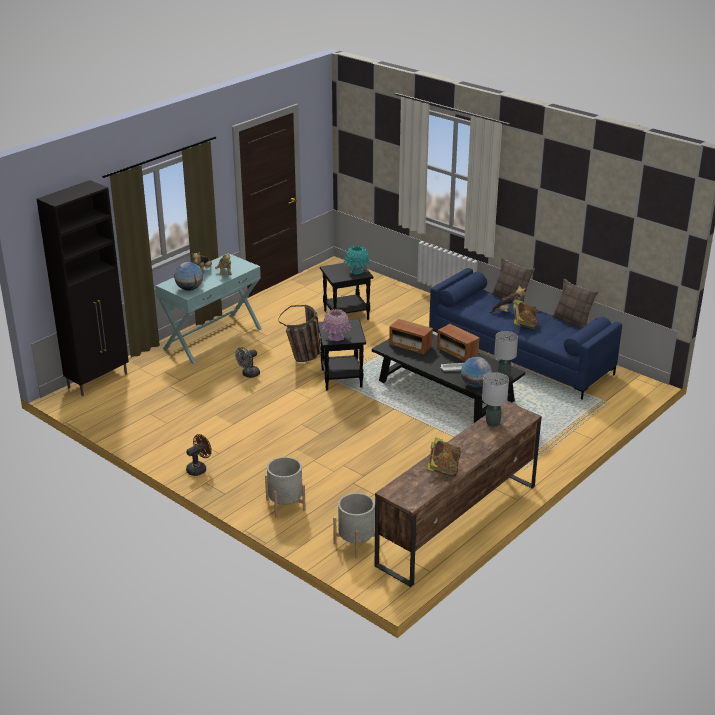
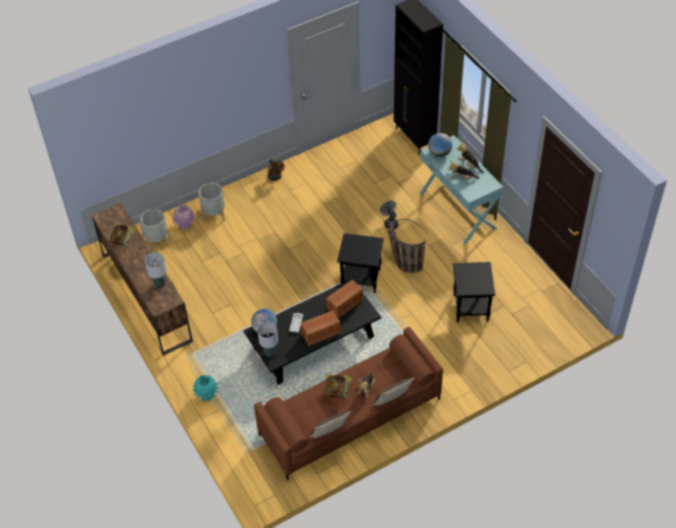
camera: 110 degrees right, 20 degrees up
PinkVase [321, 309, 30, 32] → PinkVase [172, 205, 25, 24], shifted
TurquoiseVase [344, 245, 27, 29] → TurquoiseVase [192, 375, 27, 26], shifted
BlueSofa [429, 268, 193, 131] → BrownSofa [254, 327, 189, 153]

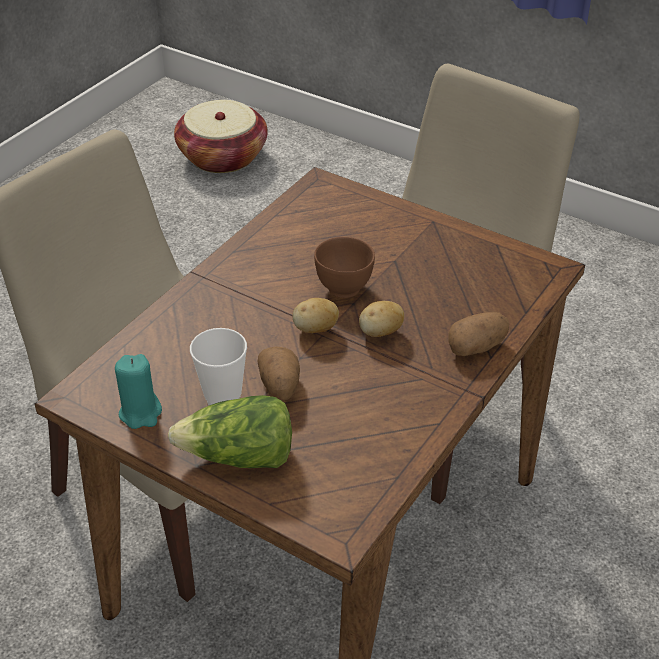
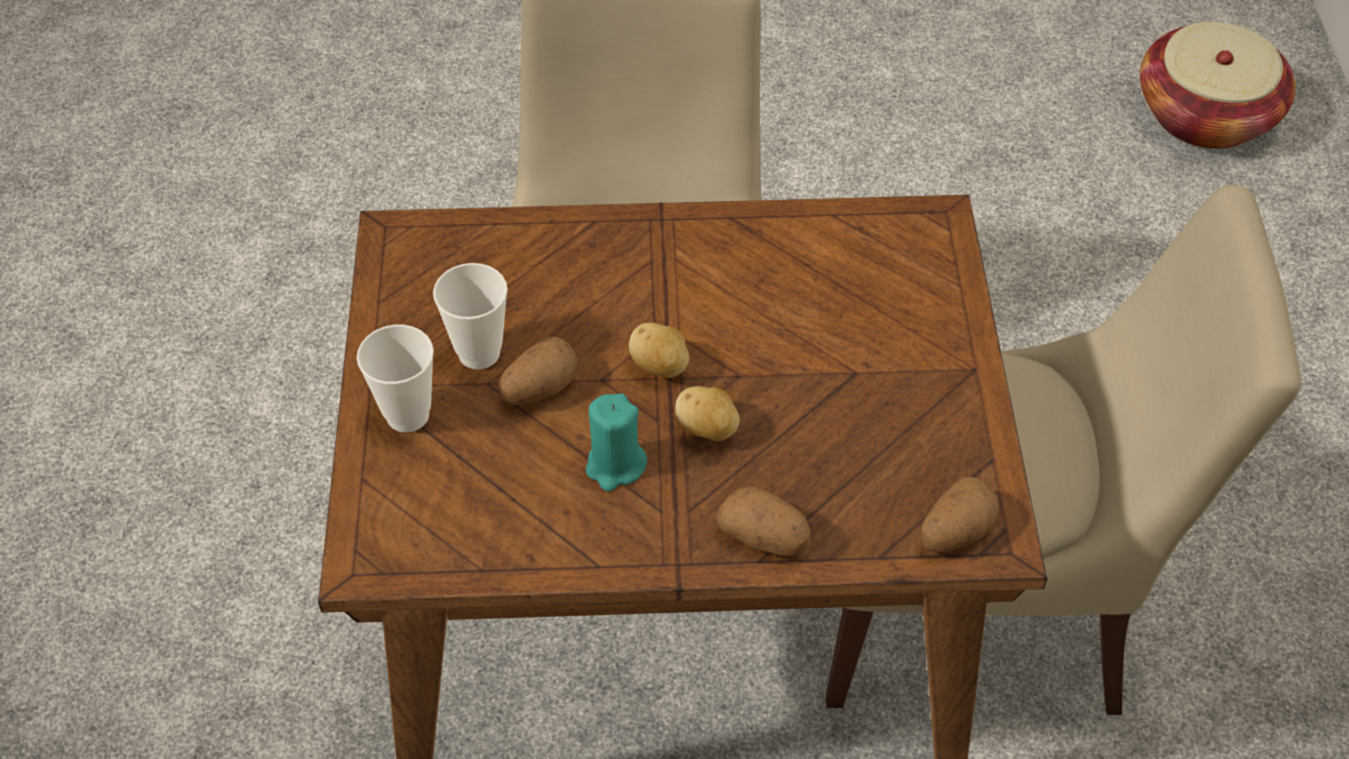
camera: 55 degrees right, 10 degrees up
TurquoiseCandle [115, 354, 47, 75] → TurquoiseCandle [586, 393, 61, 98], shifted
Lettuce [168, 395, 124, 73] → Cup [357, 325, 77, 107]
BrownBowl [314, 237, 61, 61] → -
- → Potato [920, 477, 80, 76]

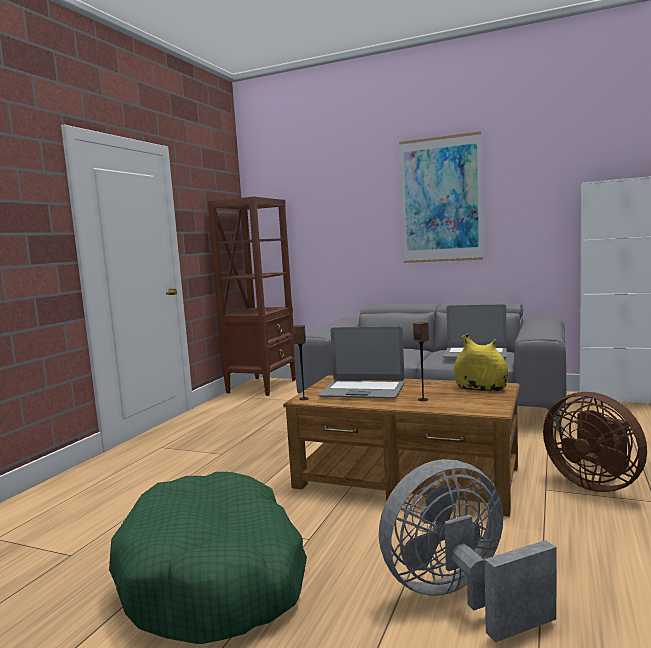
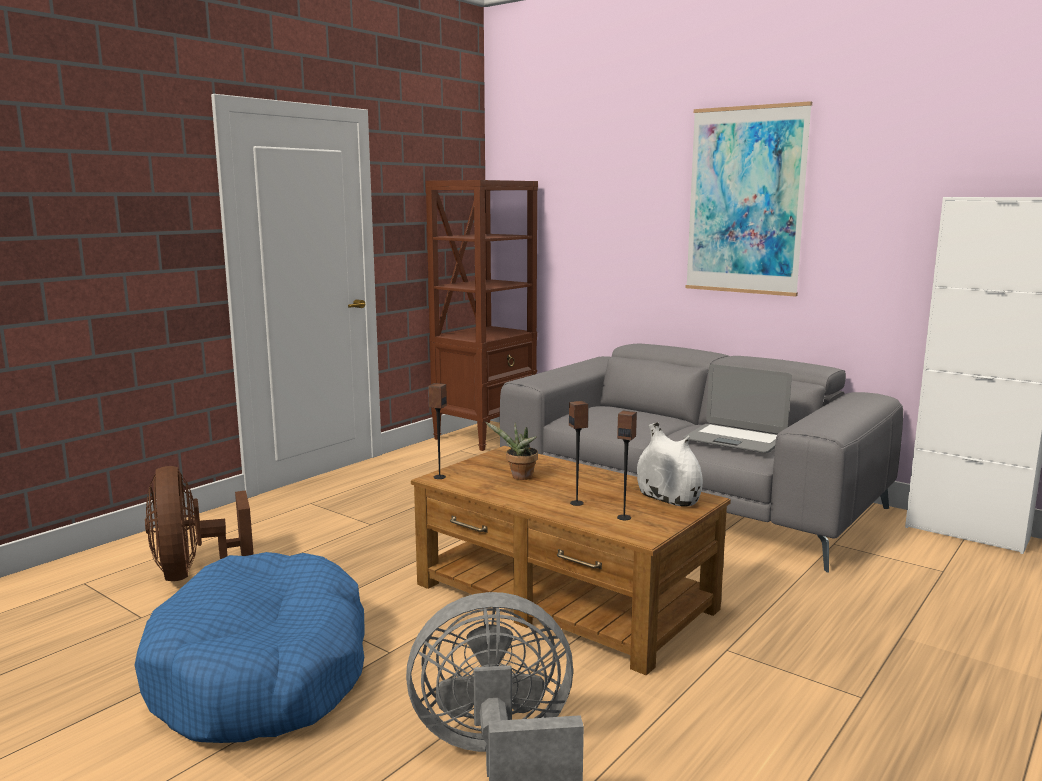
camera: 15 degrees right, 5 degrees up
GreenDogBed [109, 472, 198, 172] → BlueDogBed [135, 552, 230, 191]
Laptop [319, 327, 85, 72] → PottedPlant [485, 422, 53, 58]
YellowVase [454, 334, 54, 57] → WhiteVase [637, 422, 66, 85]
BrownFan [543, 392, 104, 100] → BrownFan [145, 466, 109, 115], shifted
- → Speaker [617, 411, 20, 109]

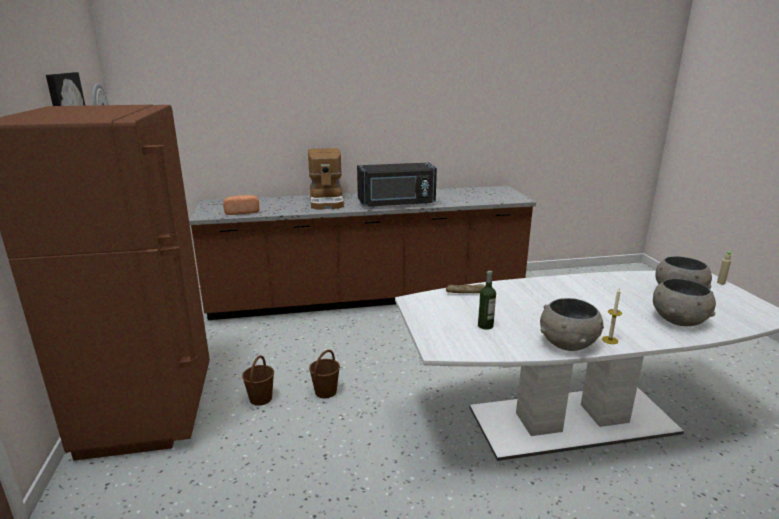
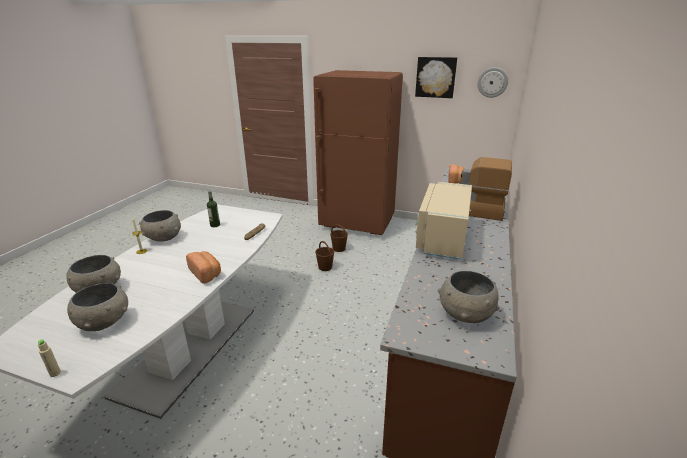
camera: 120 degrees right, 5 degrees up
BlackMicrowave [357, 162, 80, 46] → BeigeMicrowave [415, 182, 57, 78]
- → Bread [186, 251, 35, 33]
- → GreyBowl [438, 271, 62, 52]

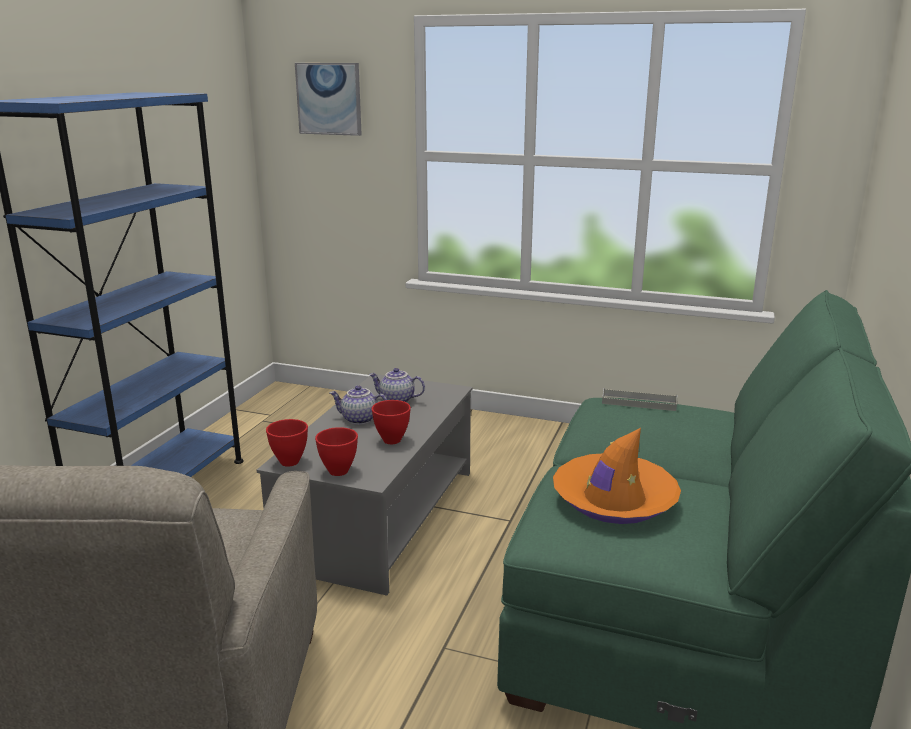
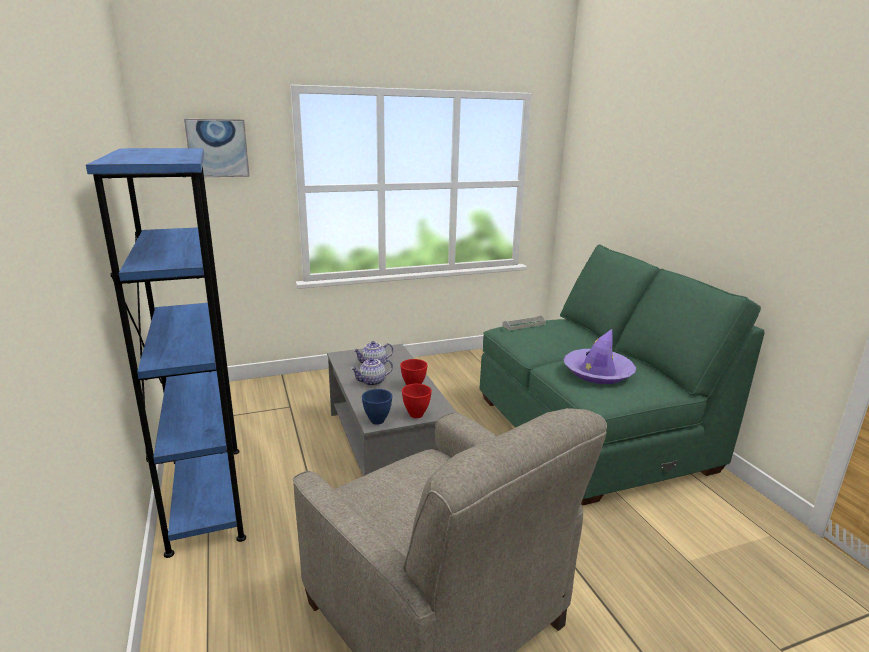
camera: 40 degrees left, 0 degrees up
RedBowl [266, 419, 42, 48] → BlueBowl [362, 389, 30, 35]
OrangeHat [553, 428, 128, 96] → PurpleHat [563, 329, 73, 55]

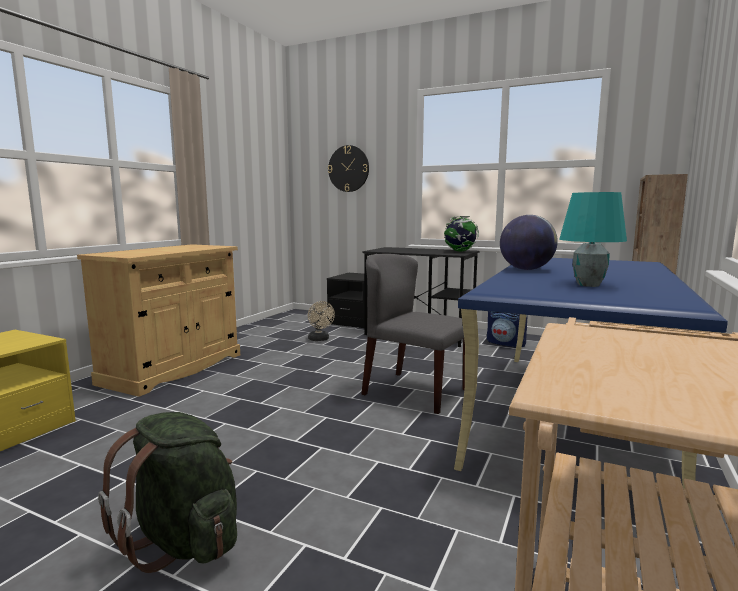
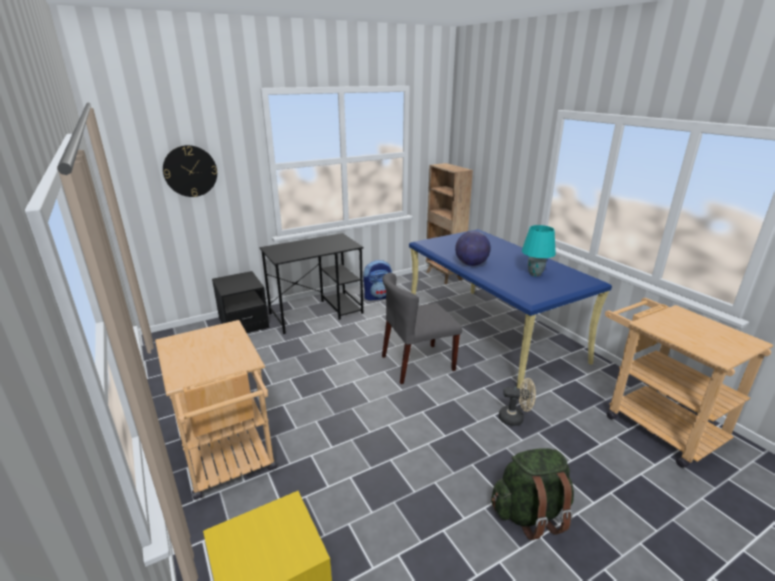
camera: 55 degrees left, 15 degrees up
BeigeCabinet [77, 244, 163, 153] → BeigeCart [155, 320, 122, 180]
BeigeFan [308, 301, 27, 40] → BeigeFan [499, 378, 37, 48], shifted
Globe [444, 216, 35, 35] → -

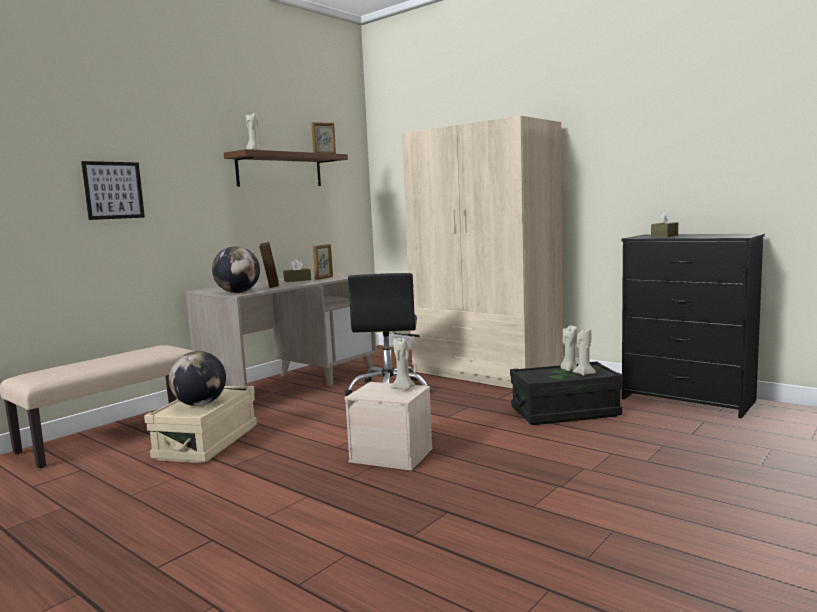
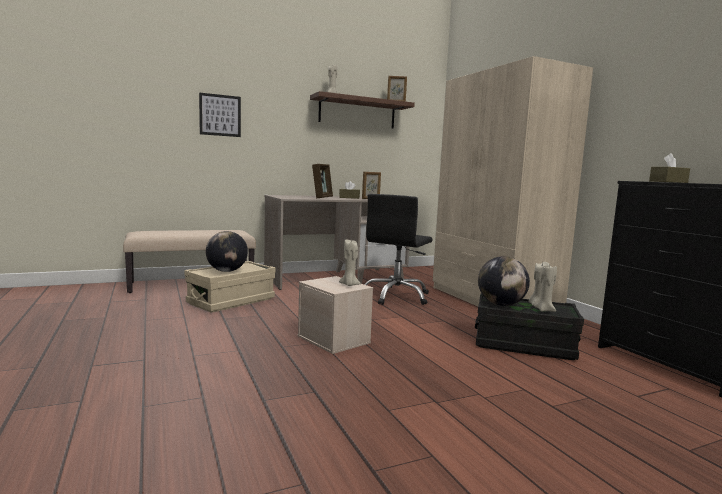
camera: 25 degrees right, 0 degrees up
Globe [212, 246, 48, 47] → Globe [478, 256, 52, 50], shifted

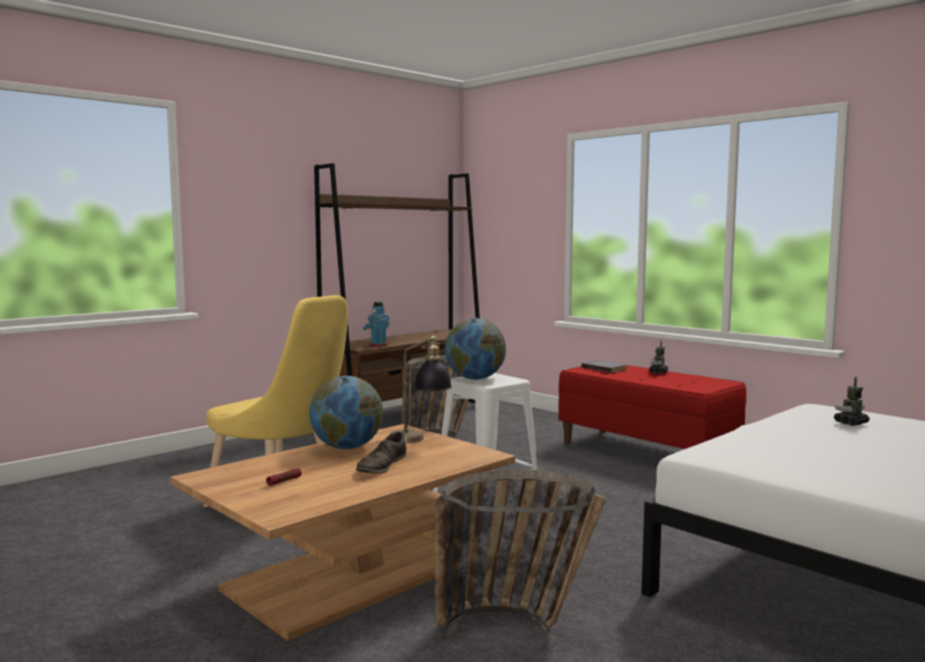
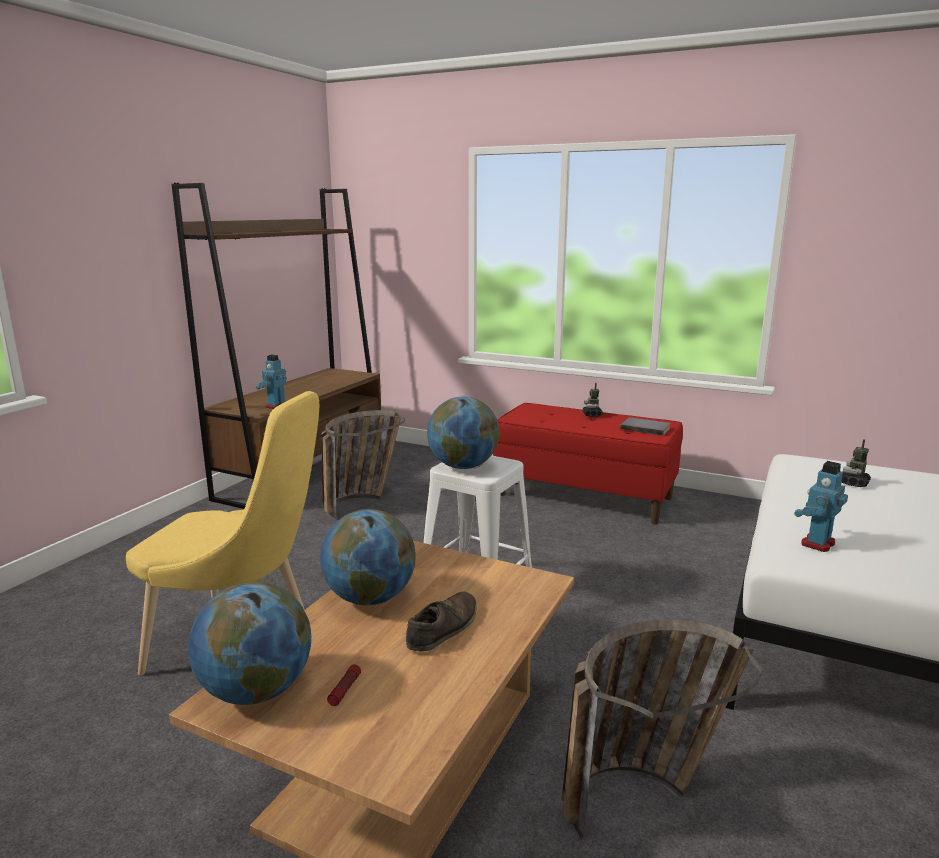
camera: 20 degrees left, 10 degrees up
BrownShoe [356, 432, 50, 42] → BrownShoe [406, 591, 71, 60], 150 degrees counterclockwise
TableLamp [389, 336, 63, 108] → -
GreyBook [581, 360, 46, 13] → GreyBook [620, 417, 51, 19], shifted
- → Globe [188, 582, 123, 123]
- → ToyRobot [794, 461, 54, 91]

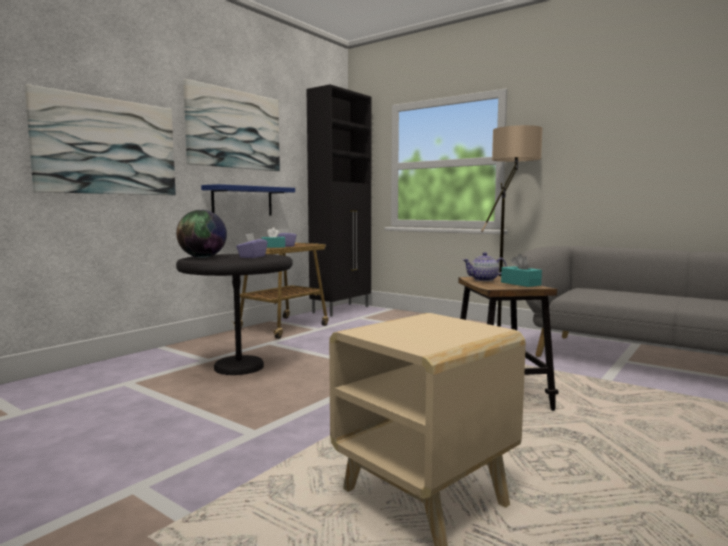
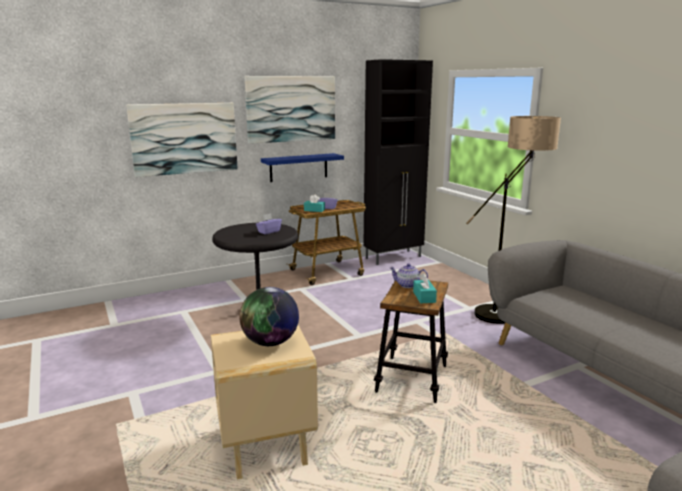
camera: 25 degrees right, 10 degrees up
Globe [176, 210, 51, 48] → Globe [239, 287, 60, 59], shifted

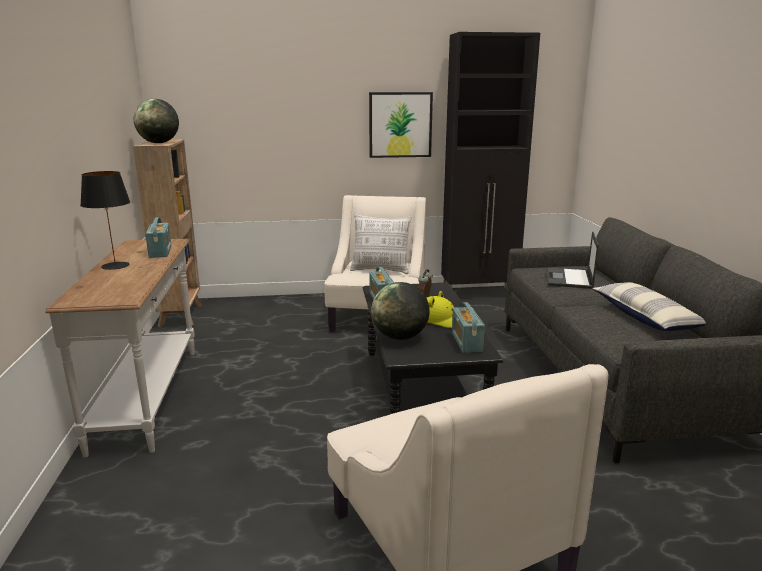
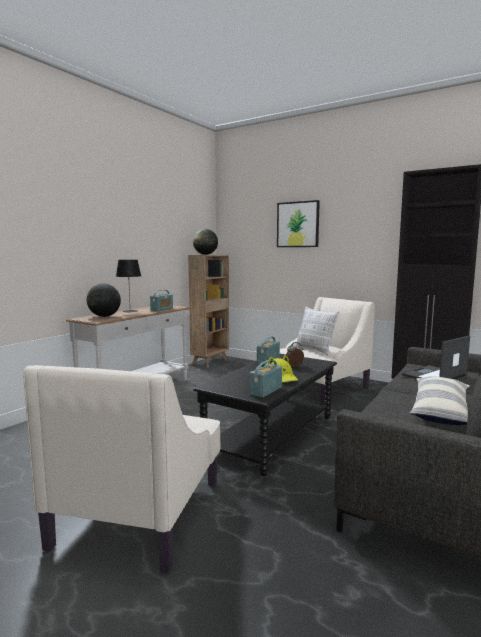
camera: 40 degrees right, 10 degrees down
Picture [369, 92, 64, 66] → Picture [277, 200, 43, 47], shifted
Globe [371, 282, 59, 58] → Globe [87, 283, 34, 34], shifted

